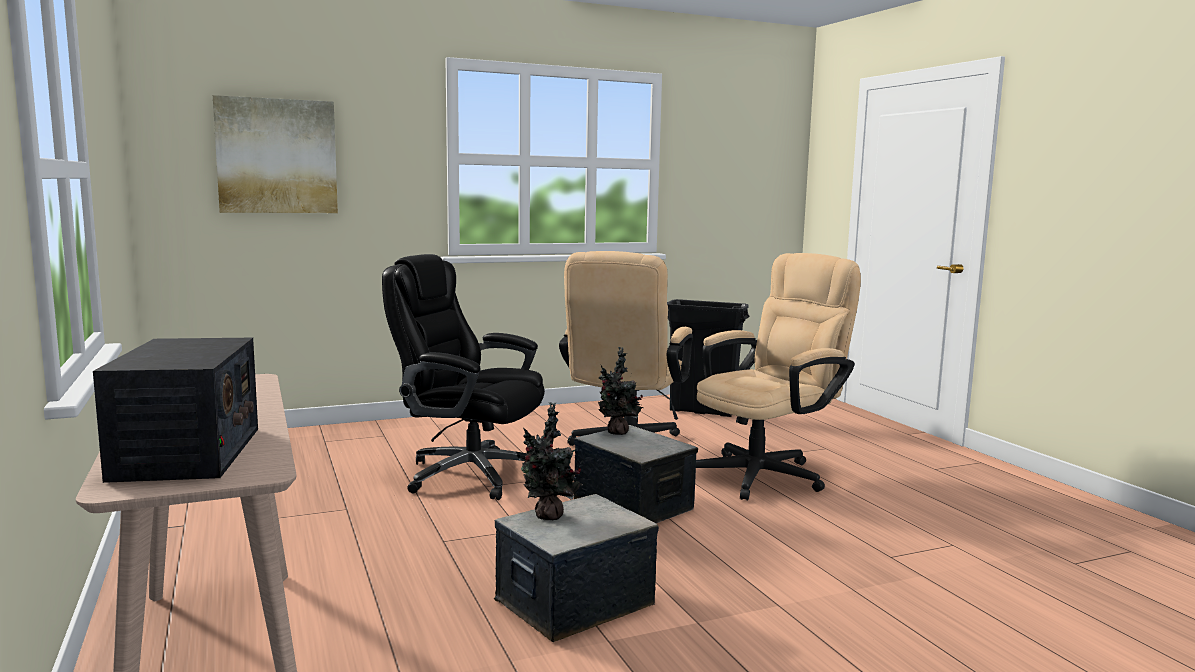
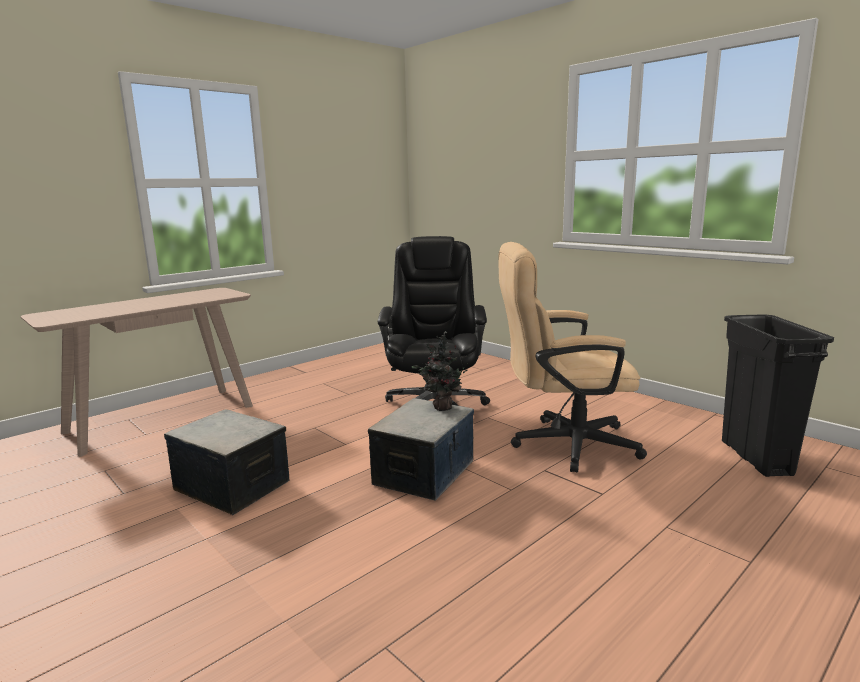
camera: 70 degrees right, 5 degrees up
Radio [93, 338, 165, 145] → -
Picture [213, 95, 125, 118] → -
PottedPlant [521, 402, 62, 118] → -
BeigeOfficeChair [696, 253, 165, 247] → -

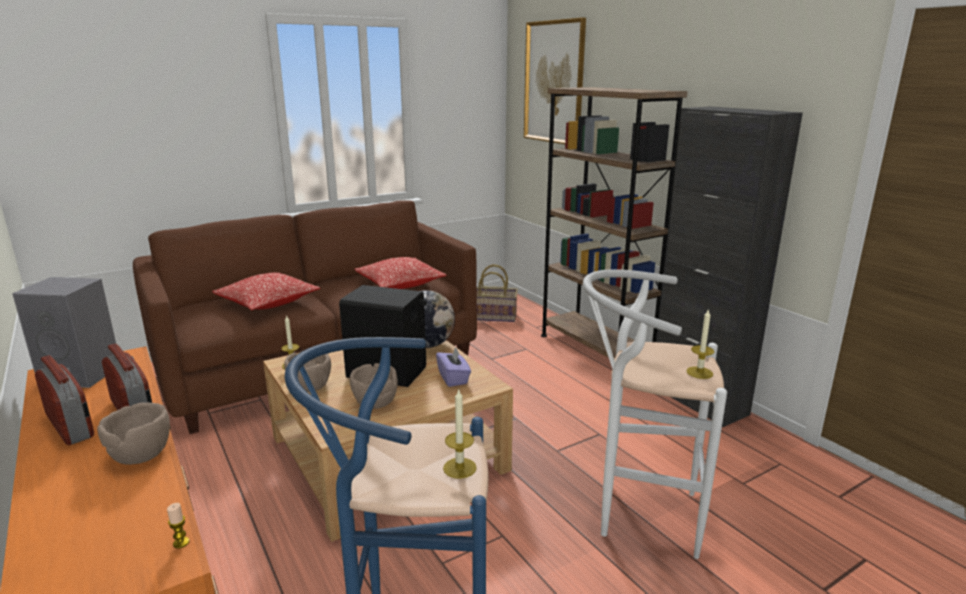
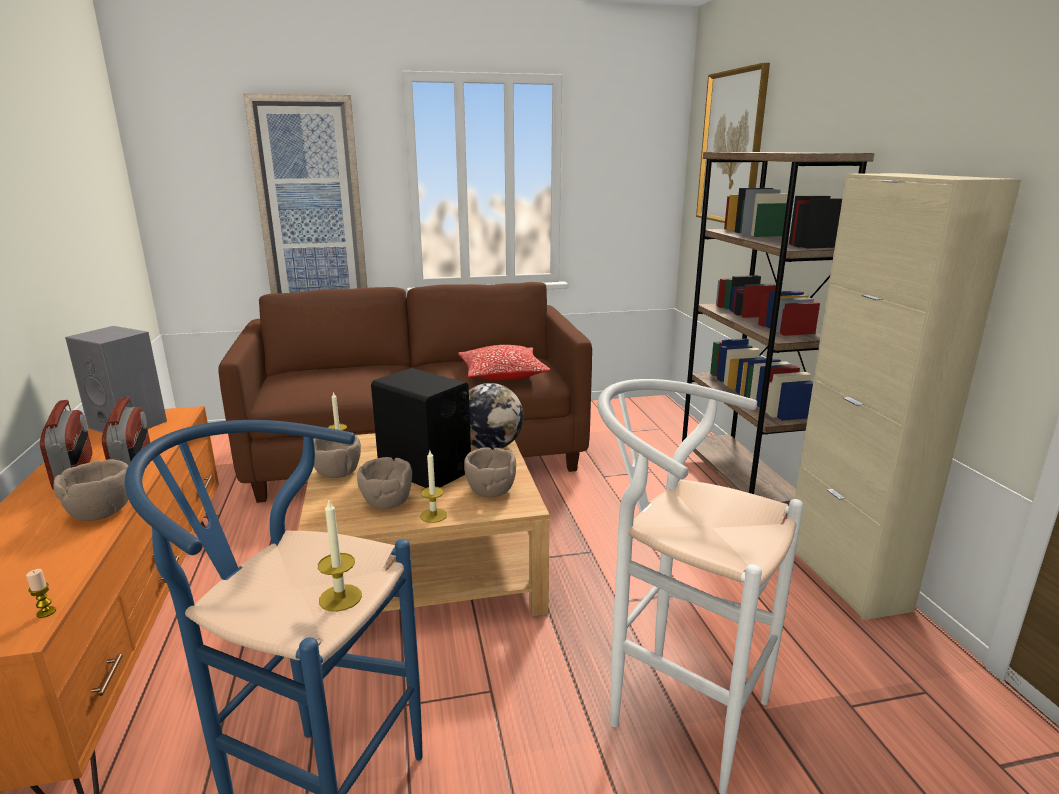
camera: 20 degrees right, 0 degrees up
Pillow [212, 272, 108, 38] → -
PurpleTissueBox [436, 346, 35, 41] → BrownBowl [464, 448, 52, 50]
Basket [477, 264, 41, 58] → -
BlackCabinet [656, 107, 147, 320] → BeigeCabinet [795, 173, 227, 447]
Candle [686, 309, 28, 70] → Candle [420, 451, 27, 72], shifted
- → Picture [243, 93, 125, 201]

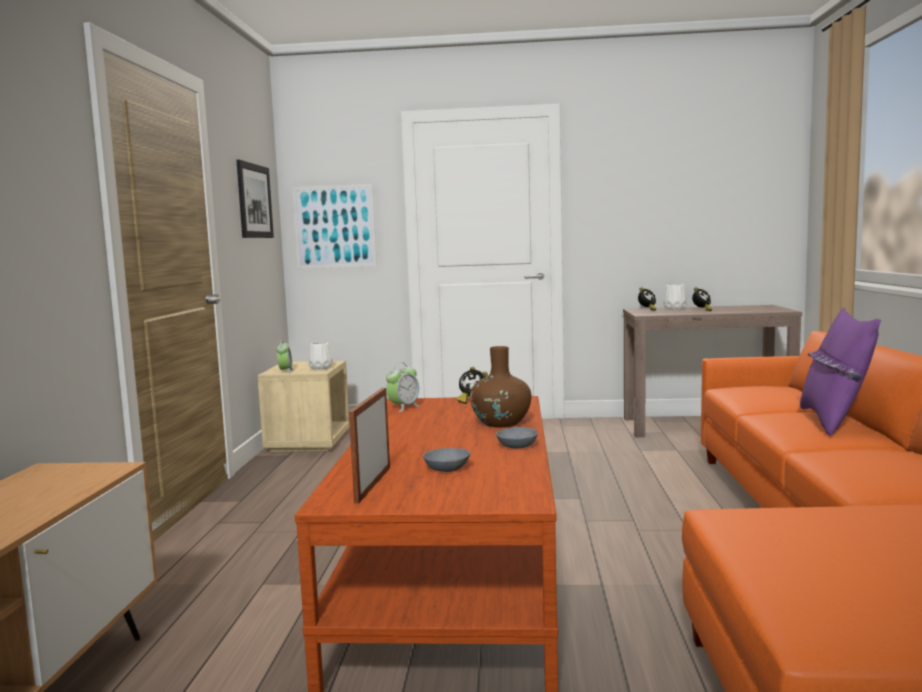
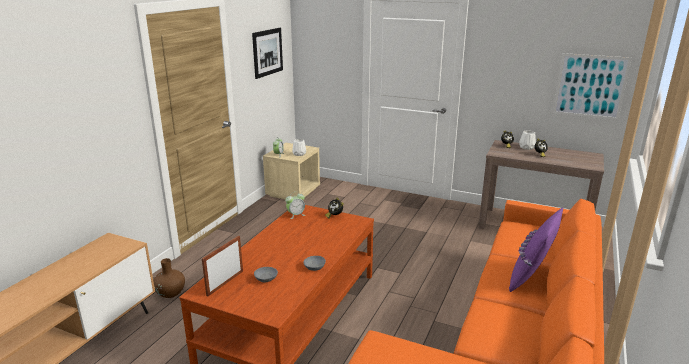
camera: 20 degrees right, 15 degrees up
Picture [292, 184, 85, 85] → Picture [553, 53, 79, 67], shifted
BrownVase [470, 346, 61, 81] → BrownVase [153, 258, 32, 40], shifted

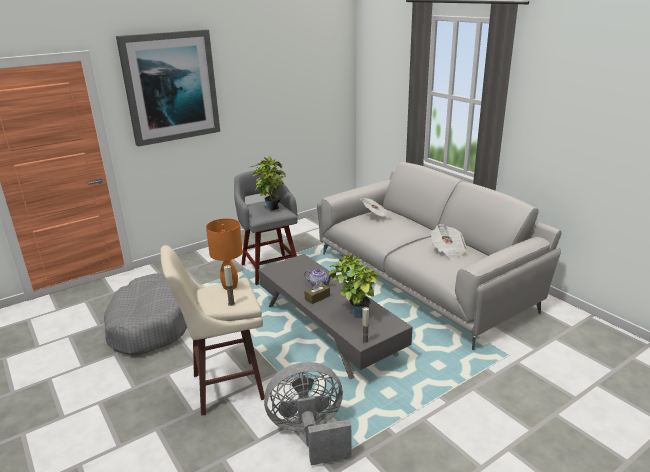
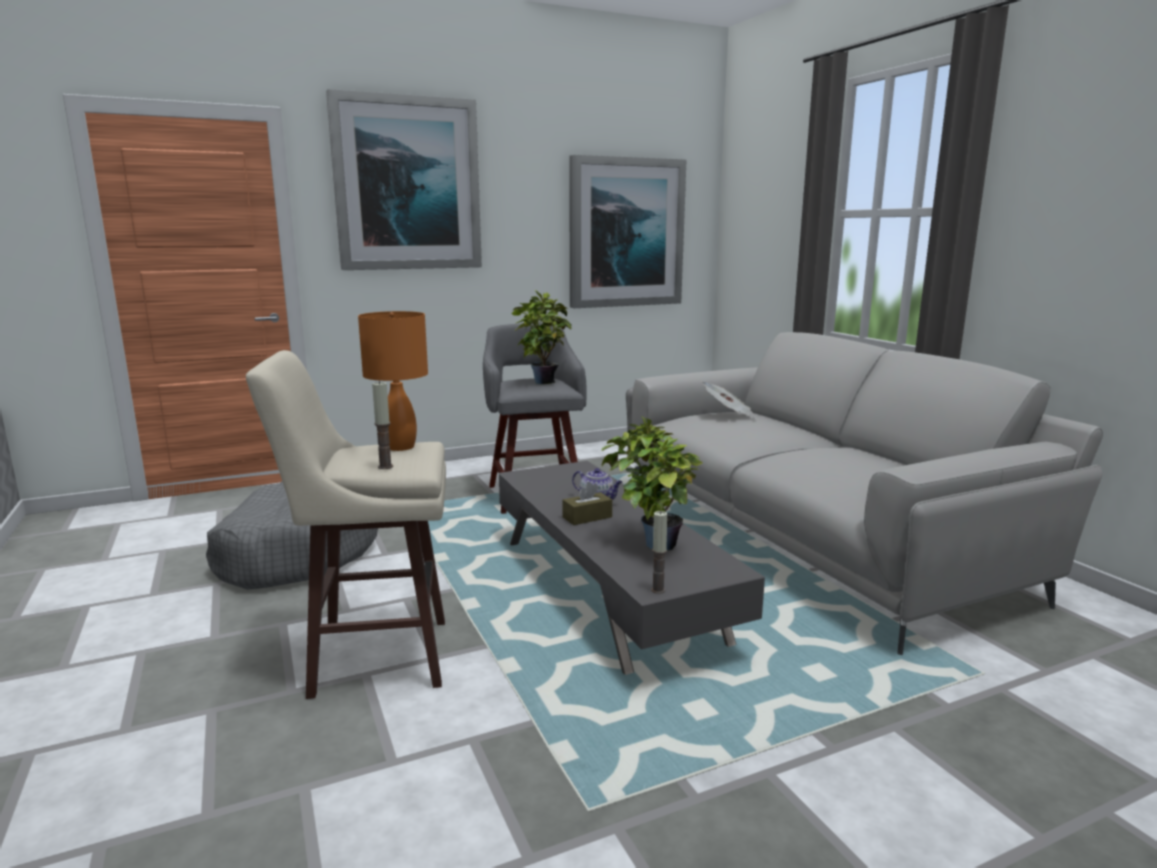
camera: 10 degrees right, 10 degrees down
GreyFan [264, 362, 88, 103] → -
Newspaper [431, 224, 36, 36] → -
- → Picture [569, 155, 117, 153]

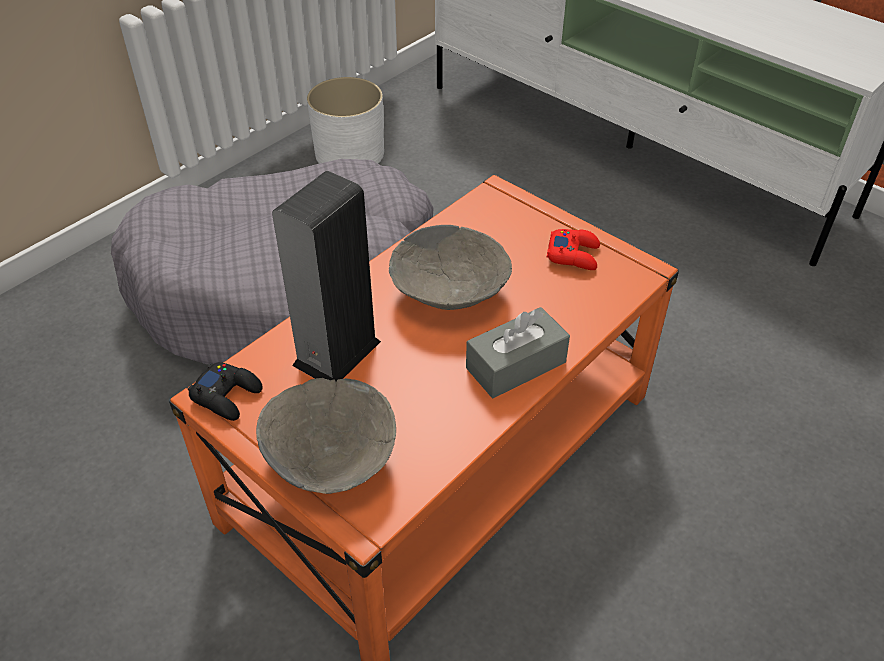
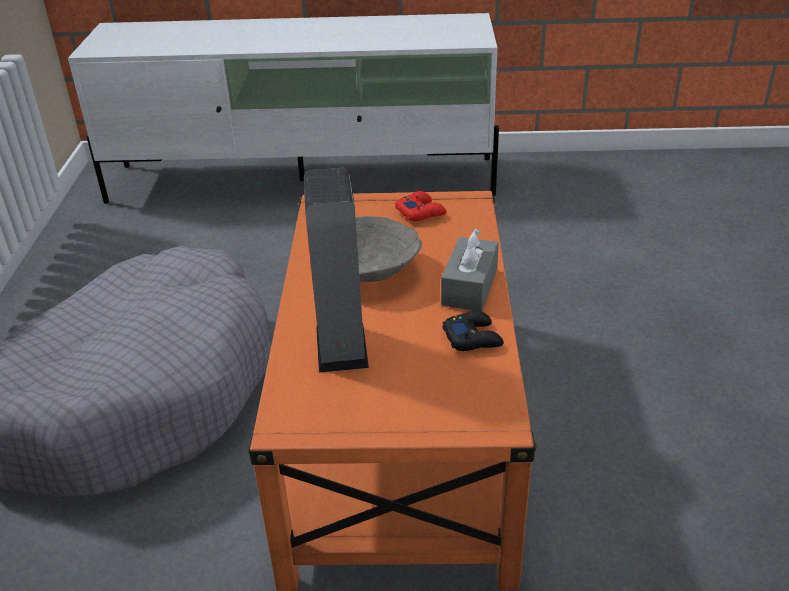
camera: 40 degrees left, 10 degrees down
BlackGameController [188, 362, 75, 59] → BlackGameController [442, 310, 62, 41], shifted
GreyBowl [256, 378, 140, 116] → -
WhitePlanter [307, 77, 77, 87] → -

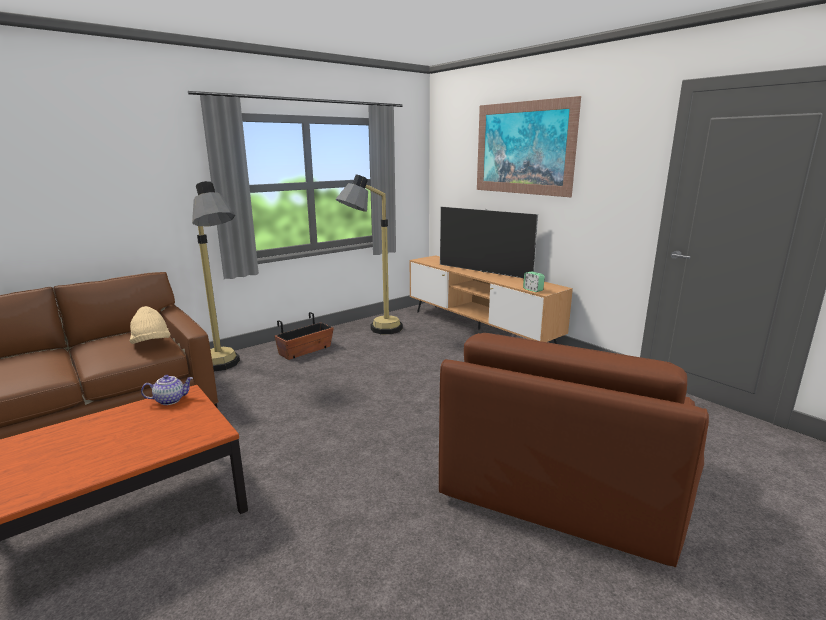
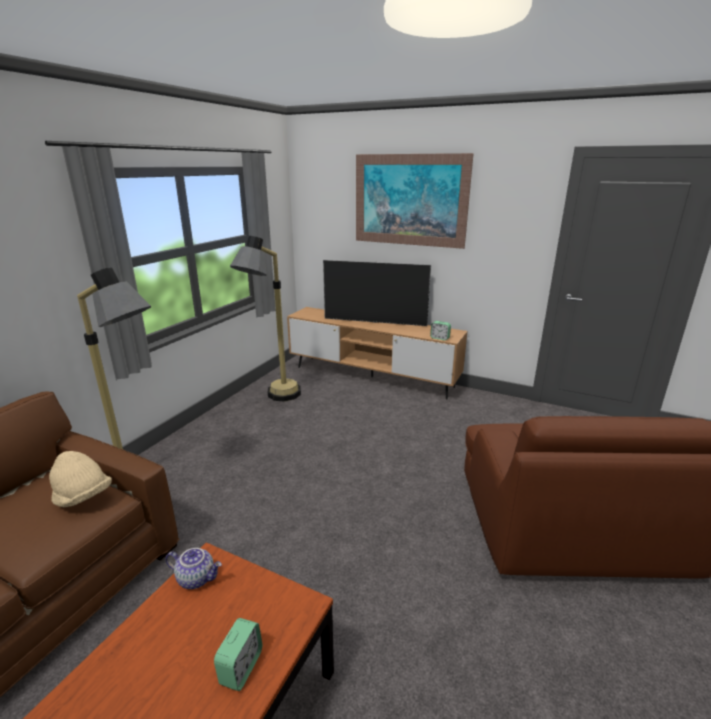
camera: 25 degrees left, 5 degrees up
Teapot [141, 375, 52, 30] → Teapot [165, 548, 57, 41], 60 degrees clockwise
Planter [275, 312, 59, 48] → -
- → AlarmClock [214, 618, 48, 73]

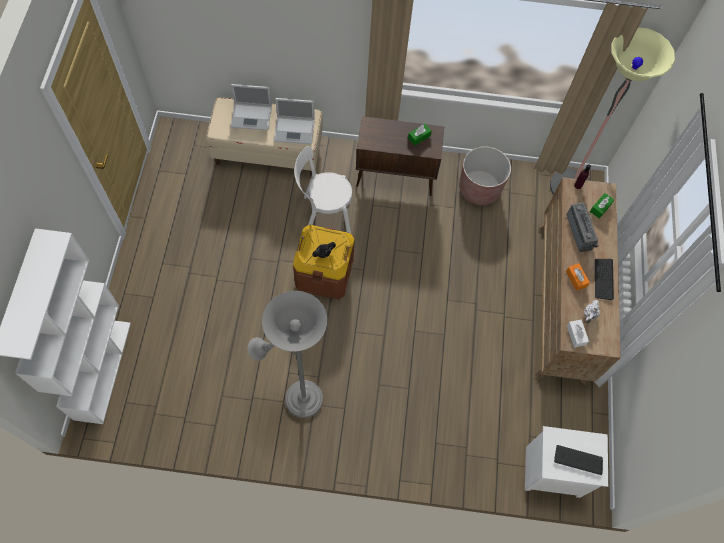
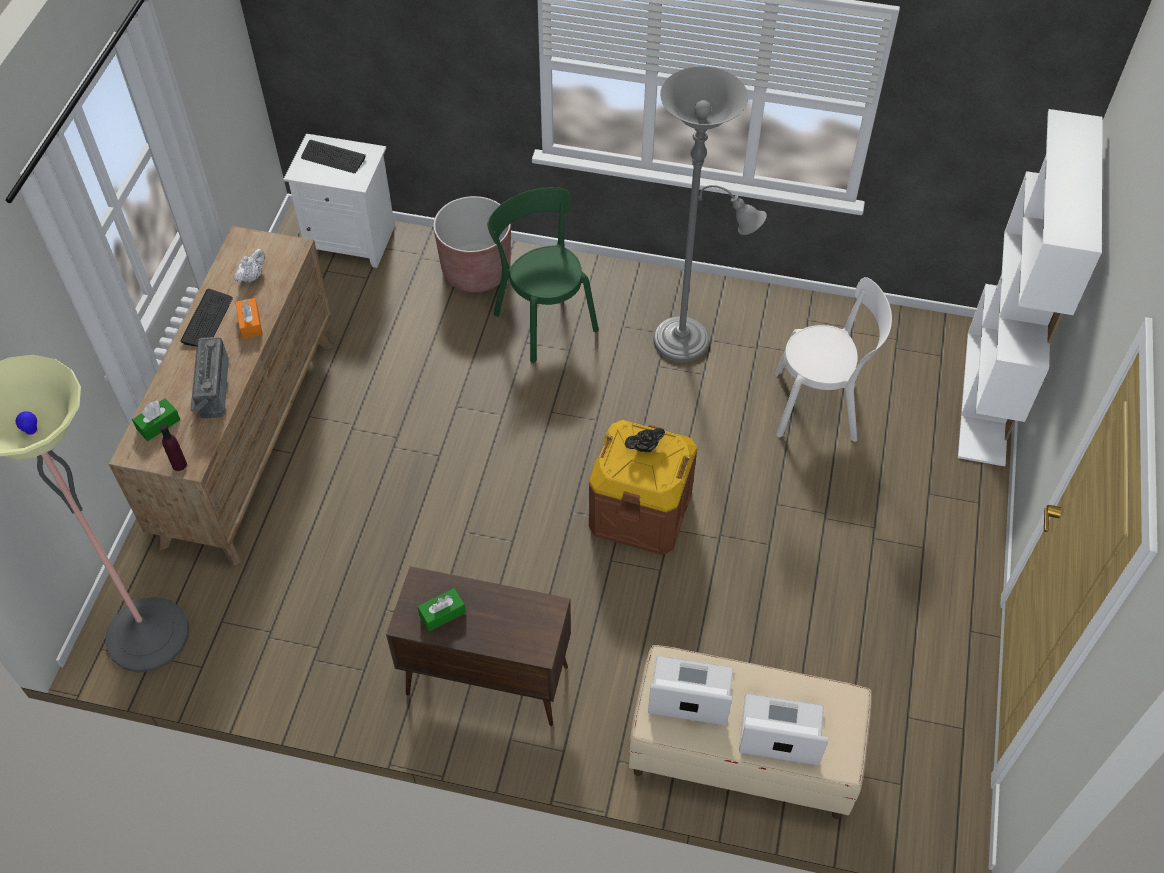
camera: 170 degrees left, 10 degrees down
WhiteChair [294, 146, 58, 87] → WhiteChair [775, 277, 117, 165], shifted
BrownPlanter [459, 146, 52, 59] → BrownPlanter [433, 196, 78, 96], shifted
WhiteTissueBox [567, 320, 22, 28] → -
- → GreenChair [488, 187, 111, 176]

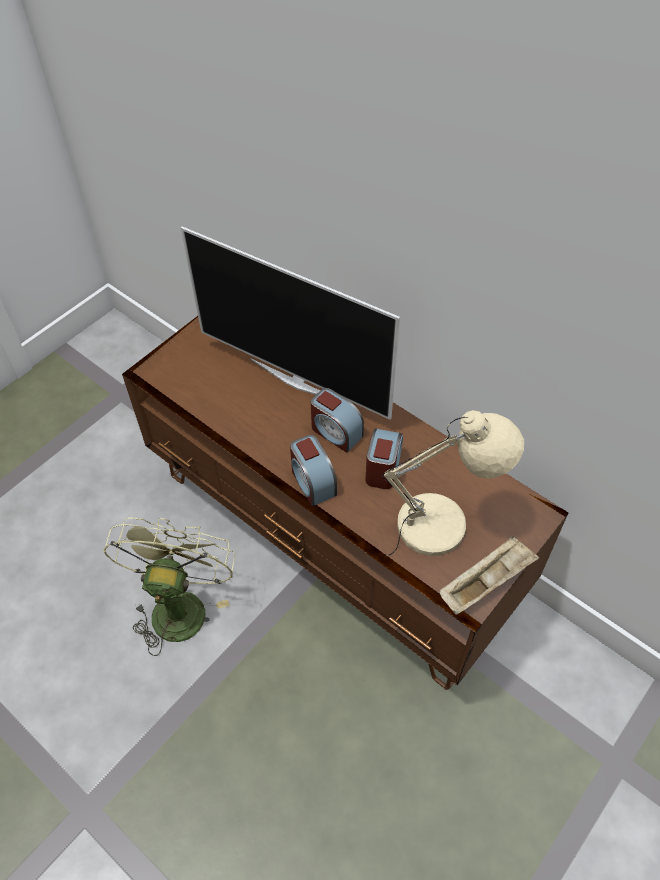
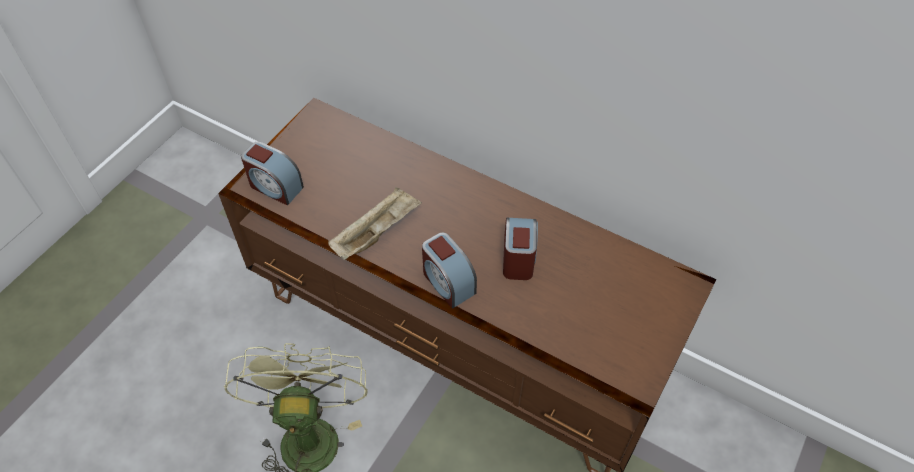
camera: 10 degrees left, 0 degrees up
Television [181, 226, 219, 194] → -
AlarmClock [311, 388, 53, 65] → AlarmClock [241, 141, 63, 64], shifted
BeigeTableLamp [382, 410, 142, 147] → -
BeigeTray [439, 536, 100, 79] → BeigeTray [328, 187, 94, 73], shifted

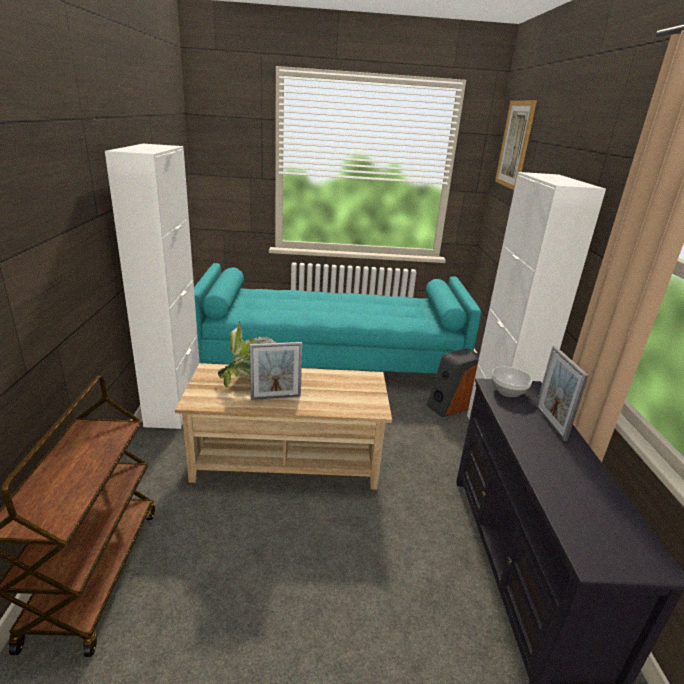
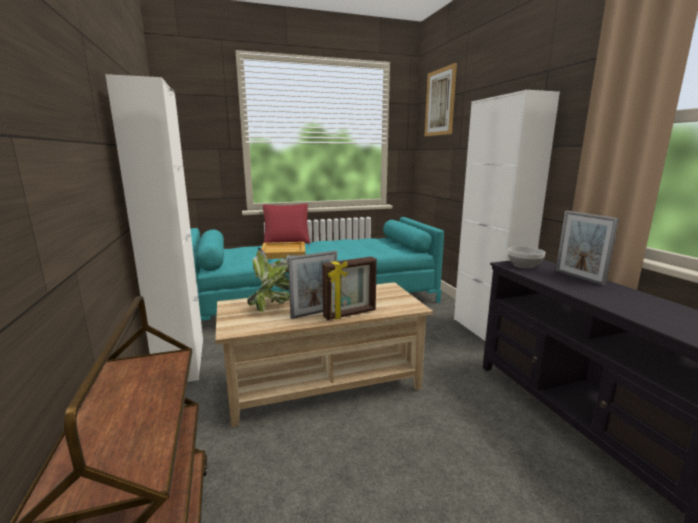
camera: 15 degrees left, 10 degrees down
Speaker [426, 348, 53, 69] → -
- → BeigeTray [261, 242, 45, 17]
- → RedPillow [263, 204, 47, 40]
- → PictureFrame [322, 256, 55, 64]

